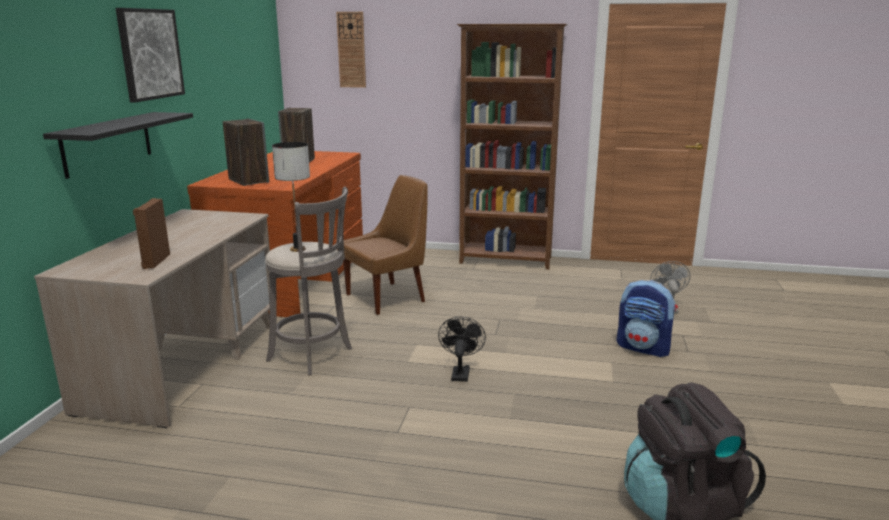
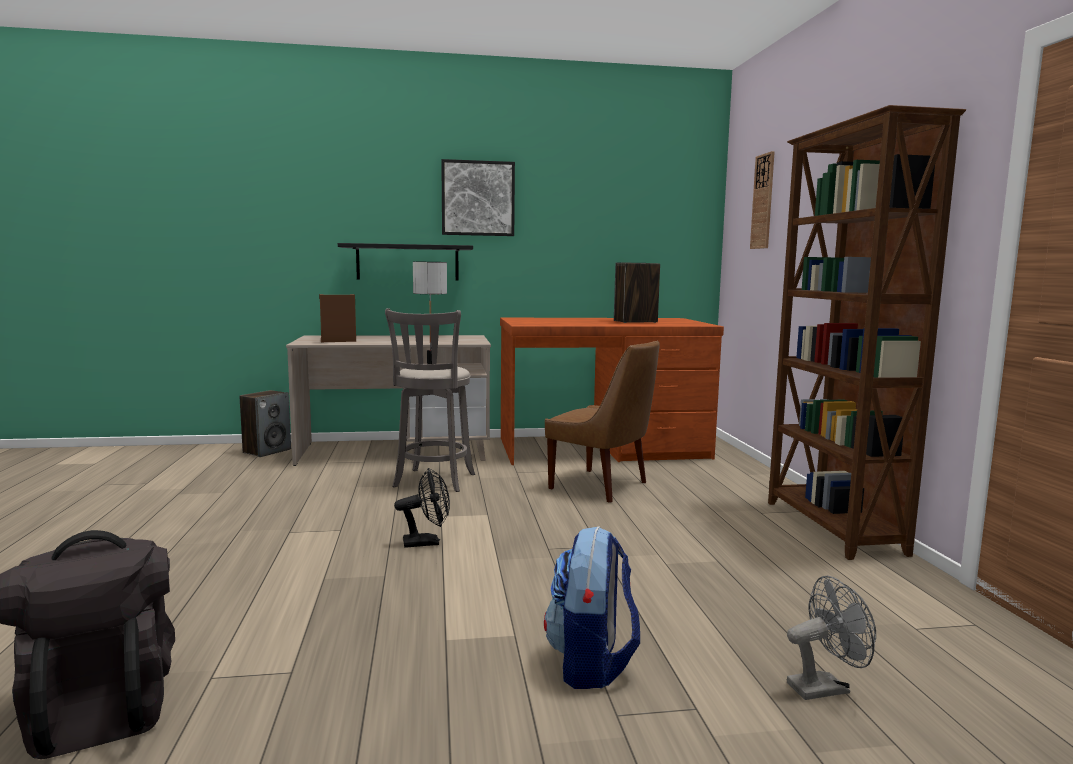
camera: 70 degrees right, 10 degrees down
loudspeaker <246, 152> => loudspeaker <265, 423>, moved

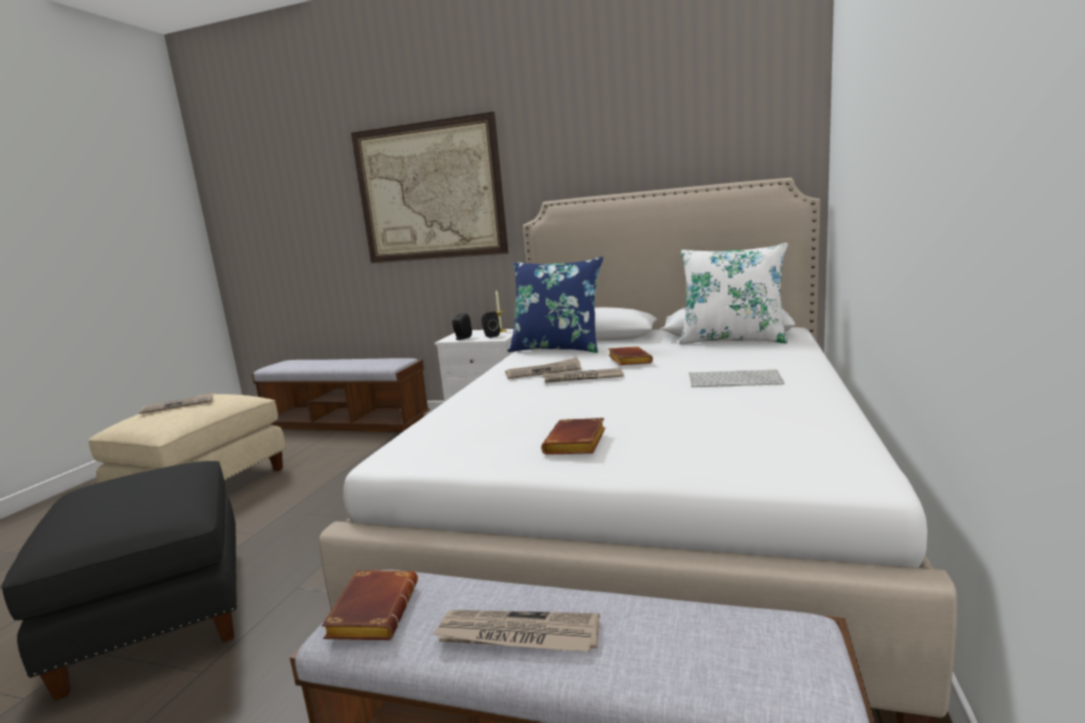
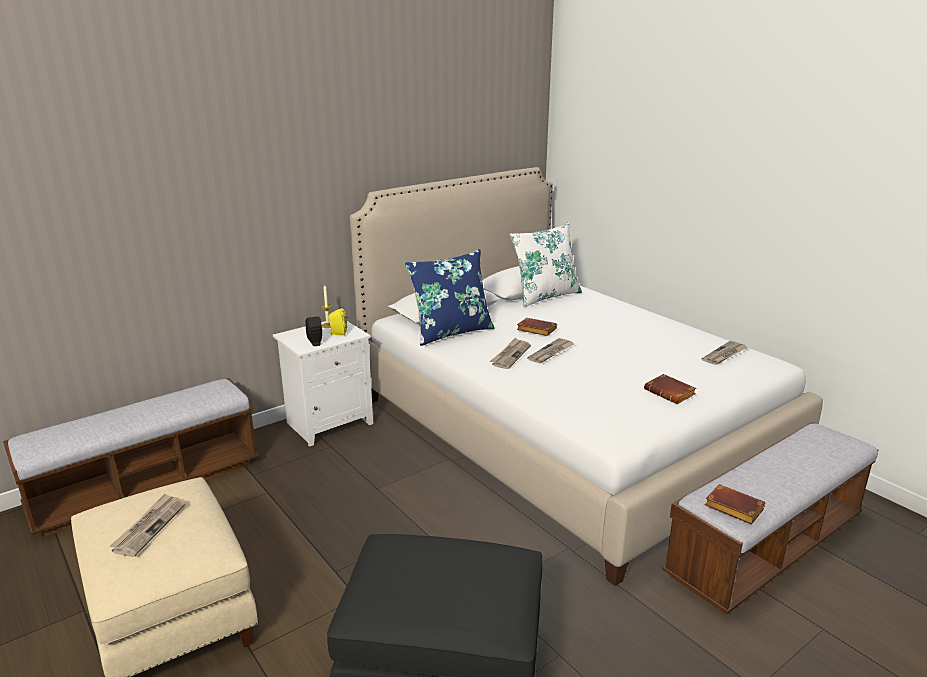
camera: 55 degrees left, 10 degrees up
wall art <429, 187> => nothing
daily paper <516, 631> => daily paper <725, 353>, moved
blackish loudspeaker <490, 324> => yellow loudspeaker <337, 322>
keyboard <736, 378> => nothing

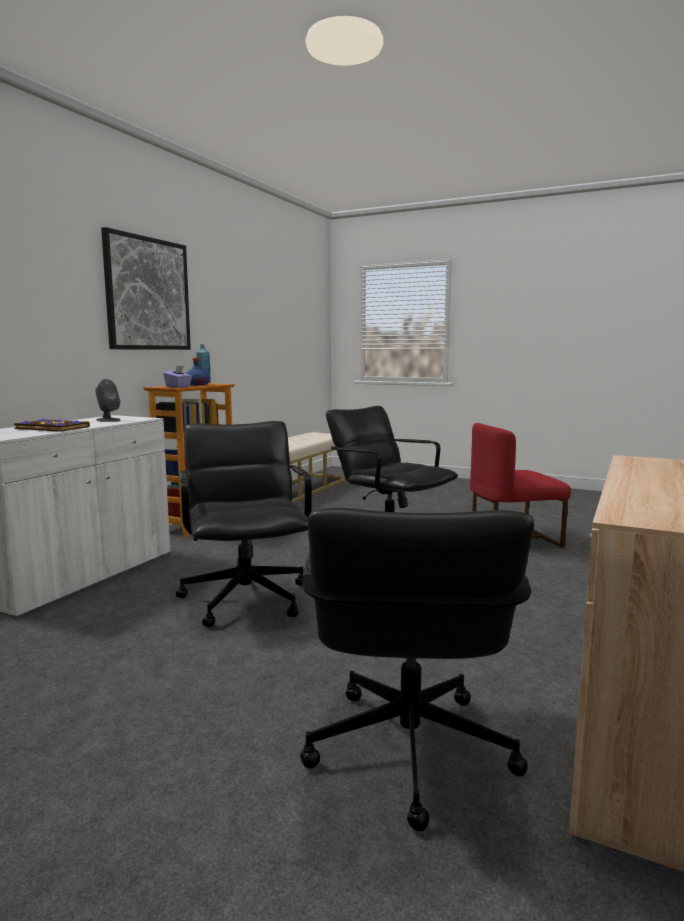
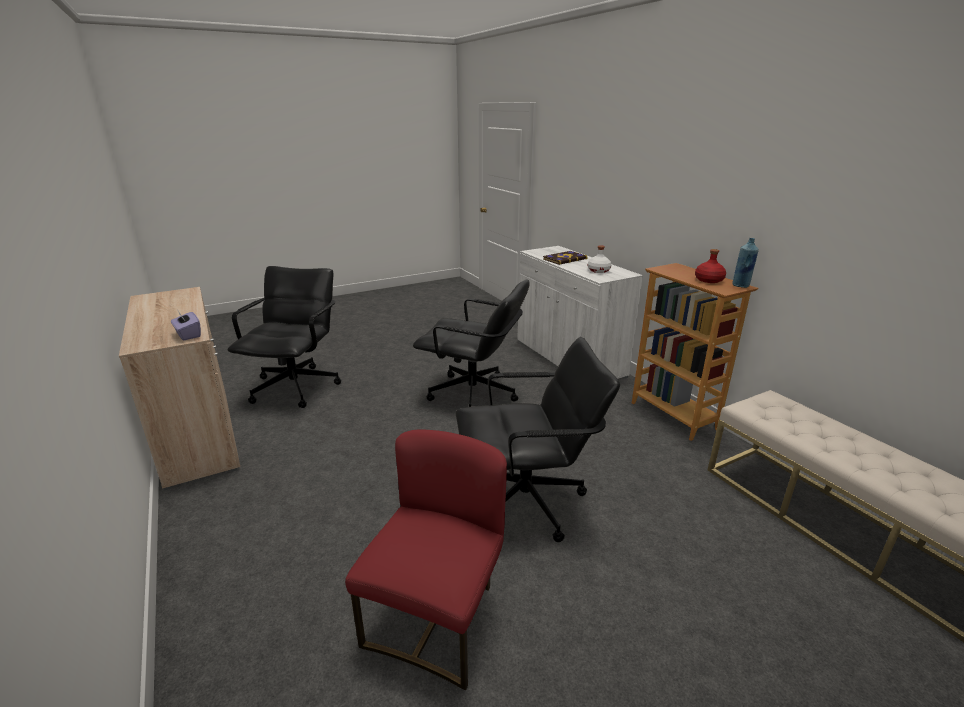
camera: 125 degrees right, 15 degrees up
grey loudspeaker <108, 400> => whitish drink bottle <599, 259>
wall art <146, 288> => nothing
purple-coloured box of tissues <177, 377> => purple-coloured box of tissues <186, 326>, moved
blue drink bottle <198, 371> => red-coloured drink bottle <710, 266>
blackish office chair <417, 669> => blackish office chair <284, 337>, 60 degrees clockwise

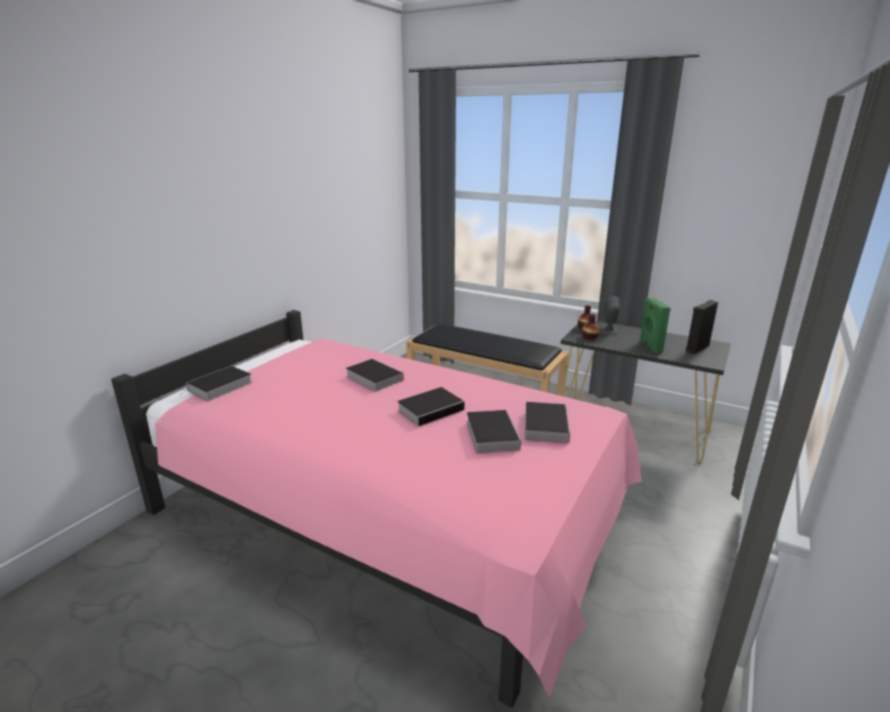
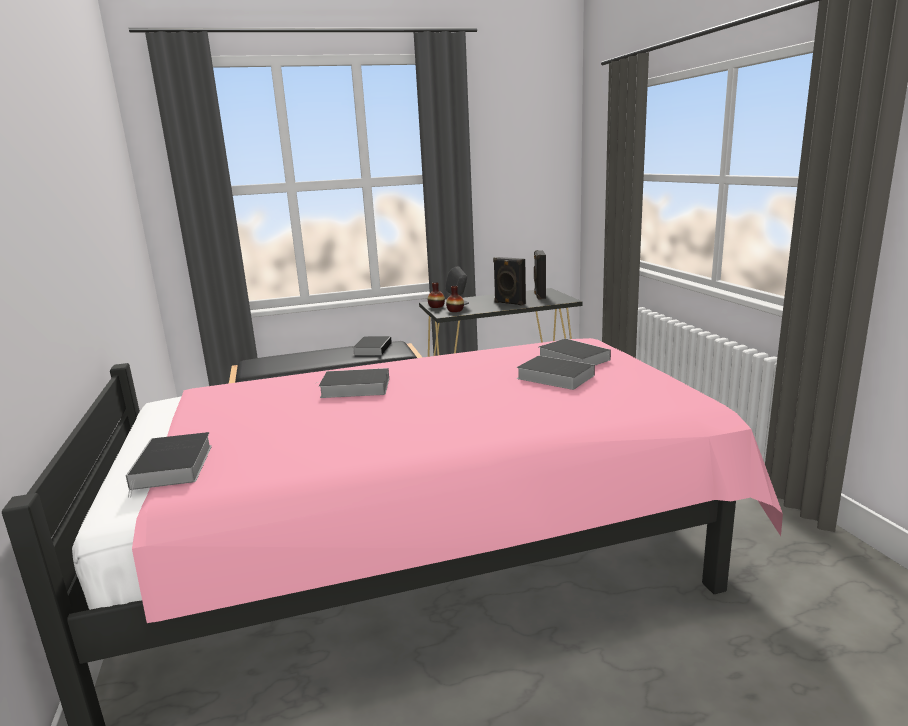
camera: 45 degrees left, 5 degrees down
book <430, 407> => book <372, 345>, moved
greenish loudspeaker <655, 325> => blackish loudspeaker <509, 281>

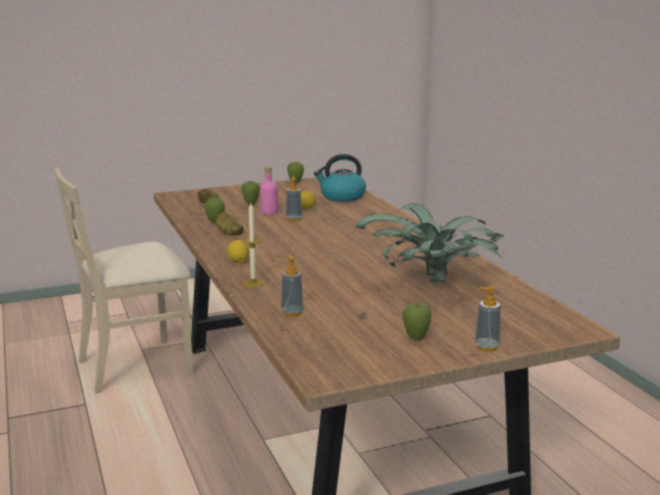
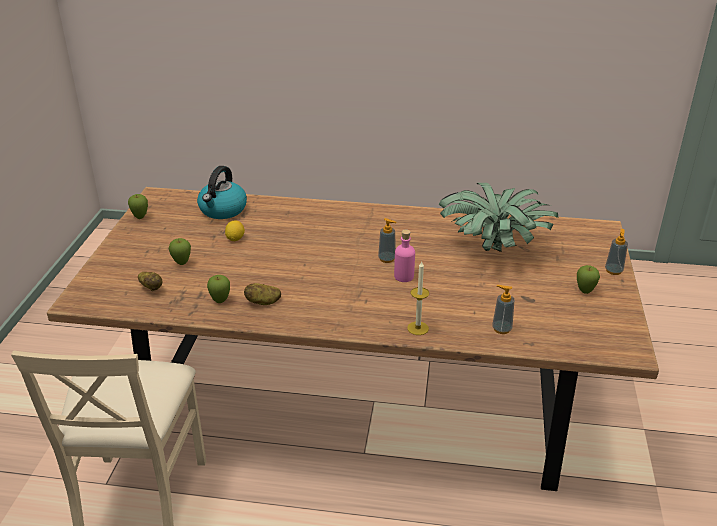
camera: 60 degrees left, 15 degrees up
lemon <238, 251> => nothing
pink-coloured drink bottle <269, 190> => pink-coloured drink bottle <404, 256>, moved
soap bottle <294, 199> => soap bottle <387, 240>, moved

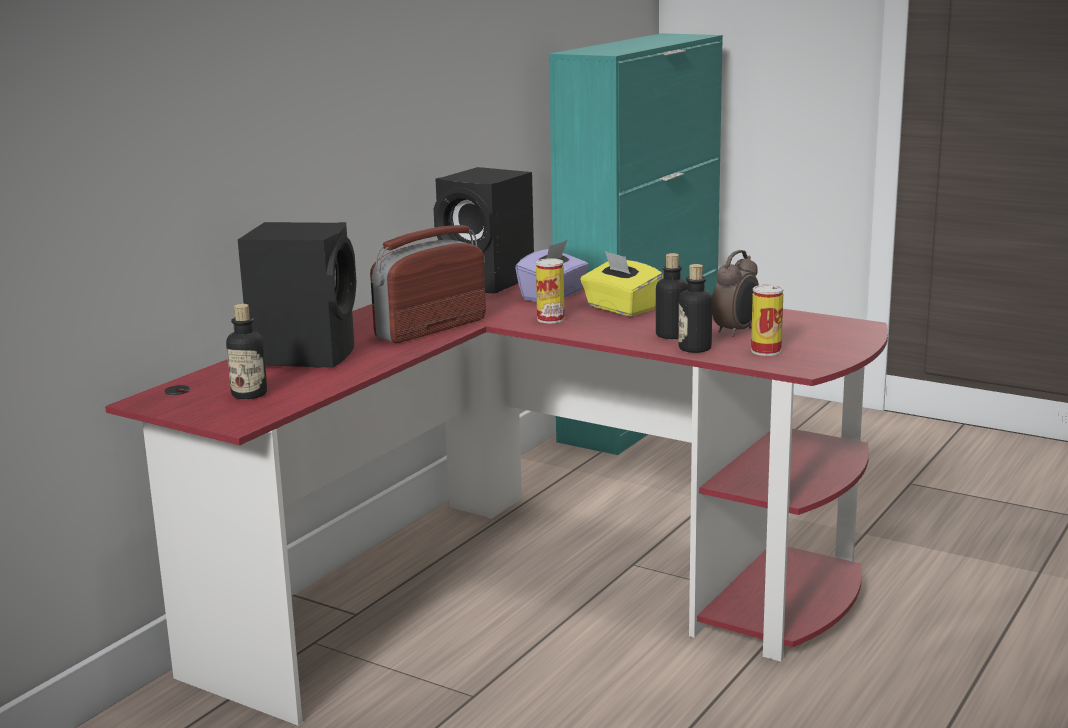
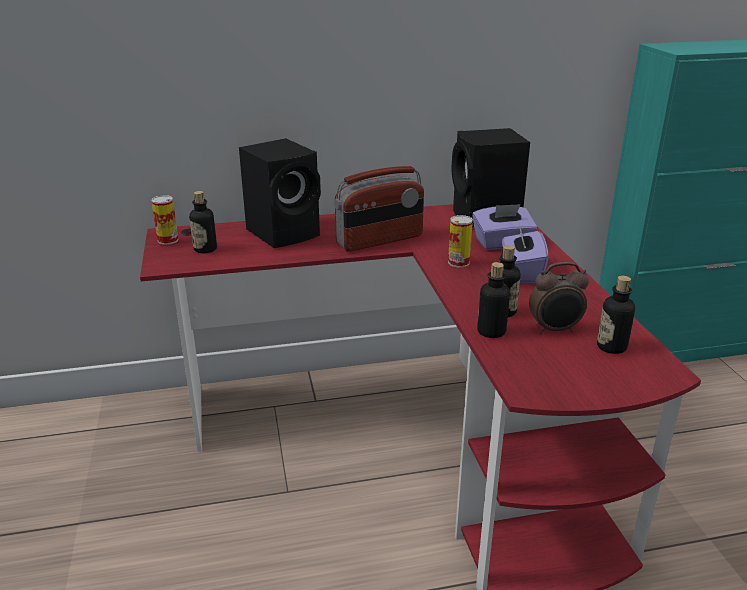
camera: 45 degrees right, 10 degrees up
radio receiver <428, 284> => radio receiver <379, 208>, 150 degrees clockwise
yellow box of tissues <621, 283> => purple-coloured box of tissues <525, 253>
can <767, 320> => can <165, 220>, moved
nothing => drink bottle <616, 315>

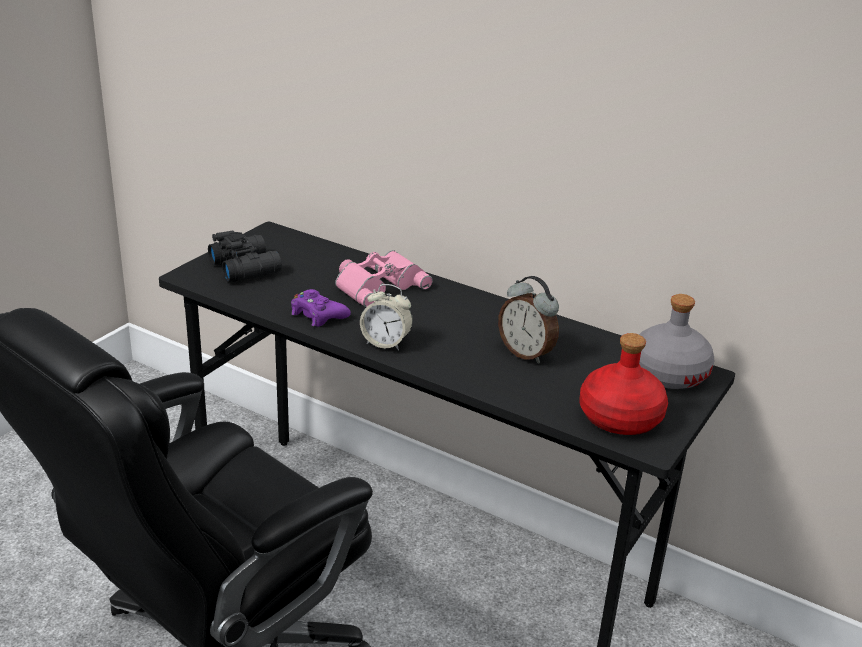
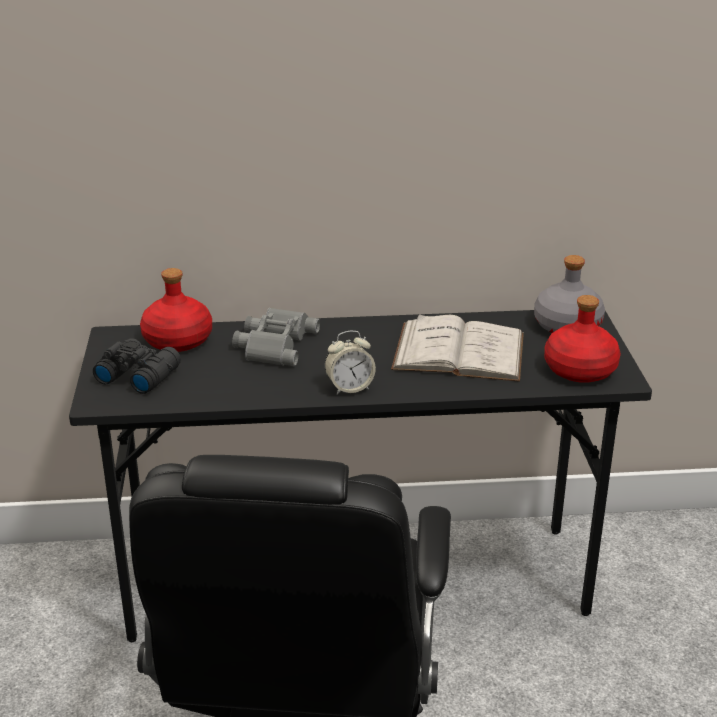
camera: 35 degrees left, 0 degrees up
purple-coloured joypad <321, 308> => nothing
pink-coloured pair of binoculars <384, 278> => grey pair of binoculars <276, 337>
bedside clock <528, 320> => whitish book <457, 348>
nothing => red-coloured drink bottle <176, 310>

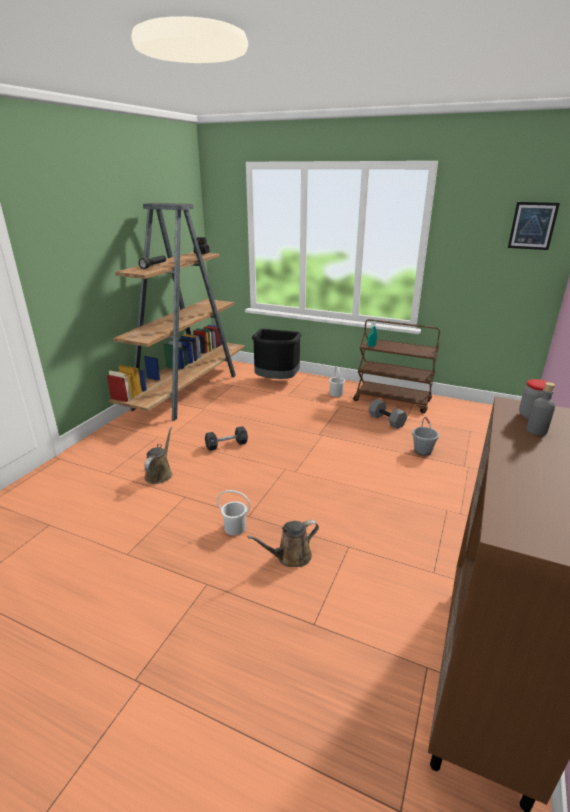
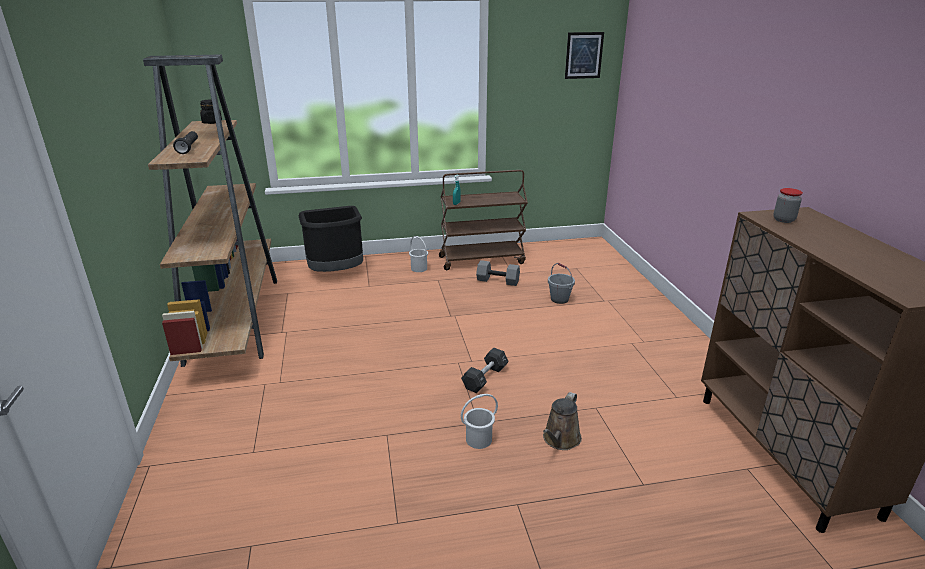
camera: 35 degrees left, 0 degrees up
brownish sprinkling can <158, 455> => nothing
blackish dumbbell <226, 438> => blackish dumbbell <485, 370>, moved
grey drink bottle <540, 408> => nothing

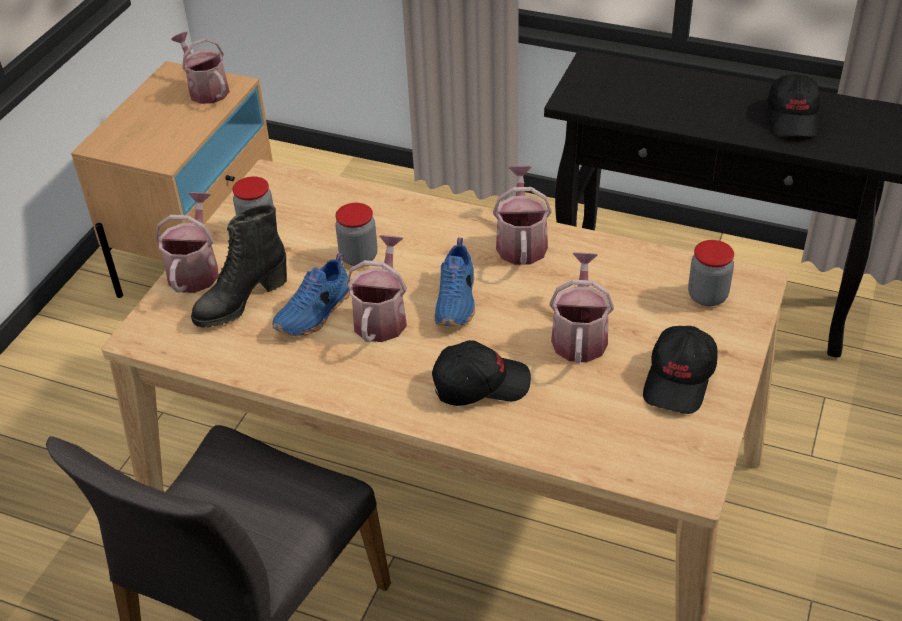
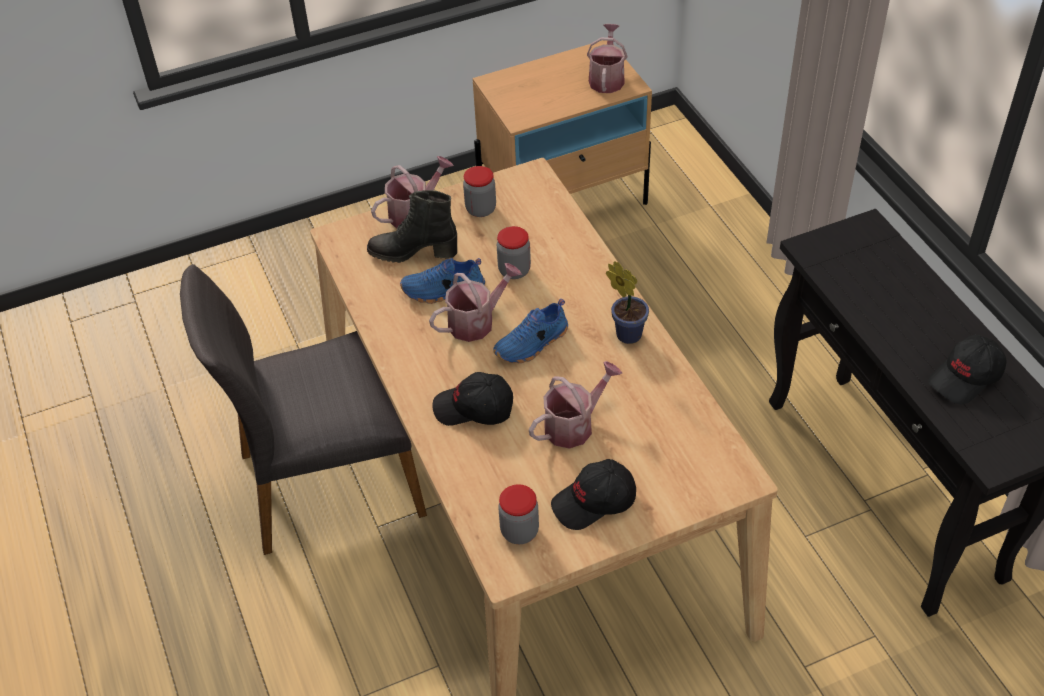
camera: 45 degrees right, 5 degrees up
blackish cap <481, 373> => blackish cap <472, 399>, 150 degrees clockwise
sprinkling can <522, 215> => houseplant <627, 302>
preserve jar <711, 273> => preserve jar <518, 514>, moved

